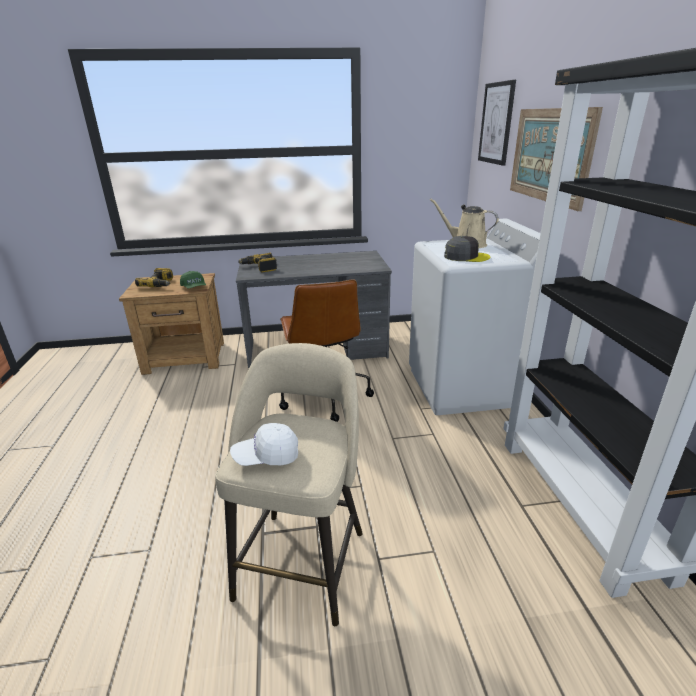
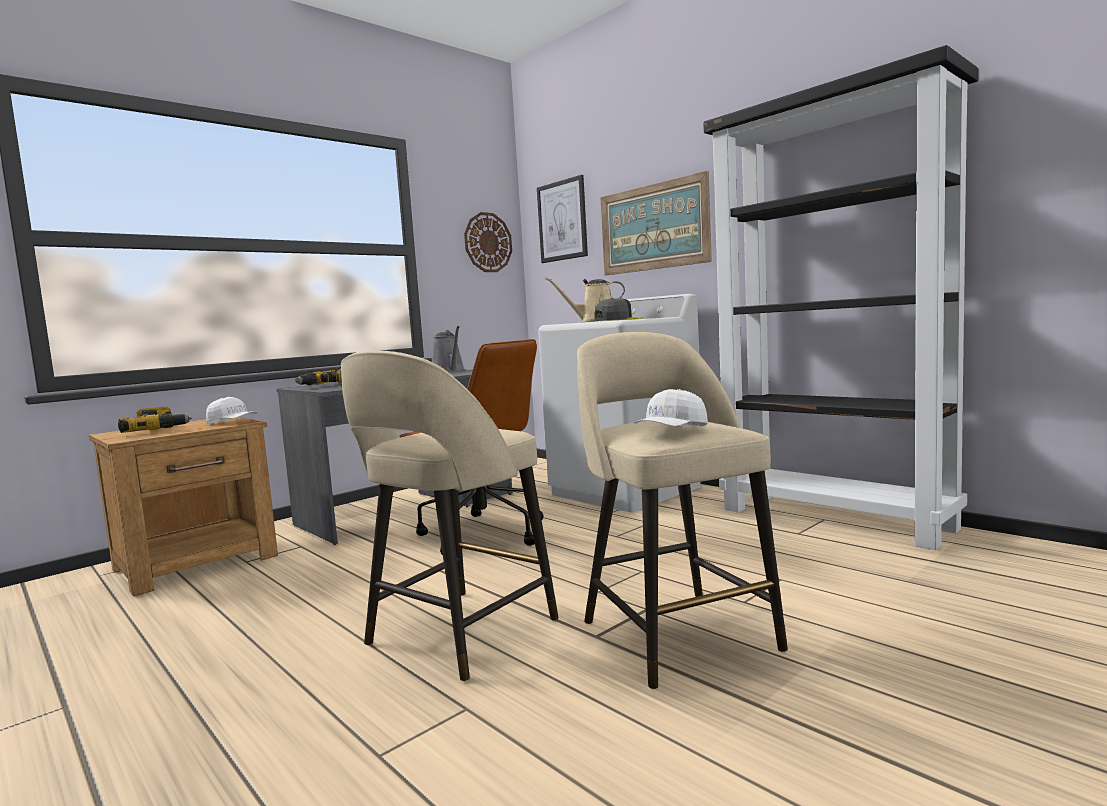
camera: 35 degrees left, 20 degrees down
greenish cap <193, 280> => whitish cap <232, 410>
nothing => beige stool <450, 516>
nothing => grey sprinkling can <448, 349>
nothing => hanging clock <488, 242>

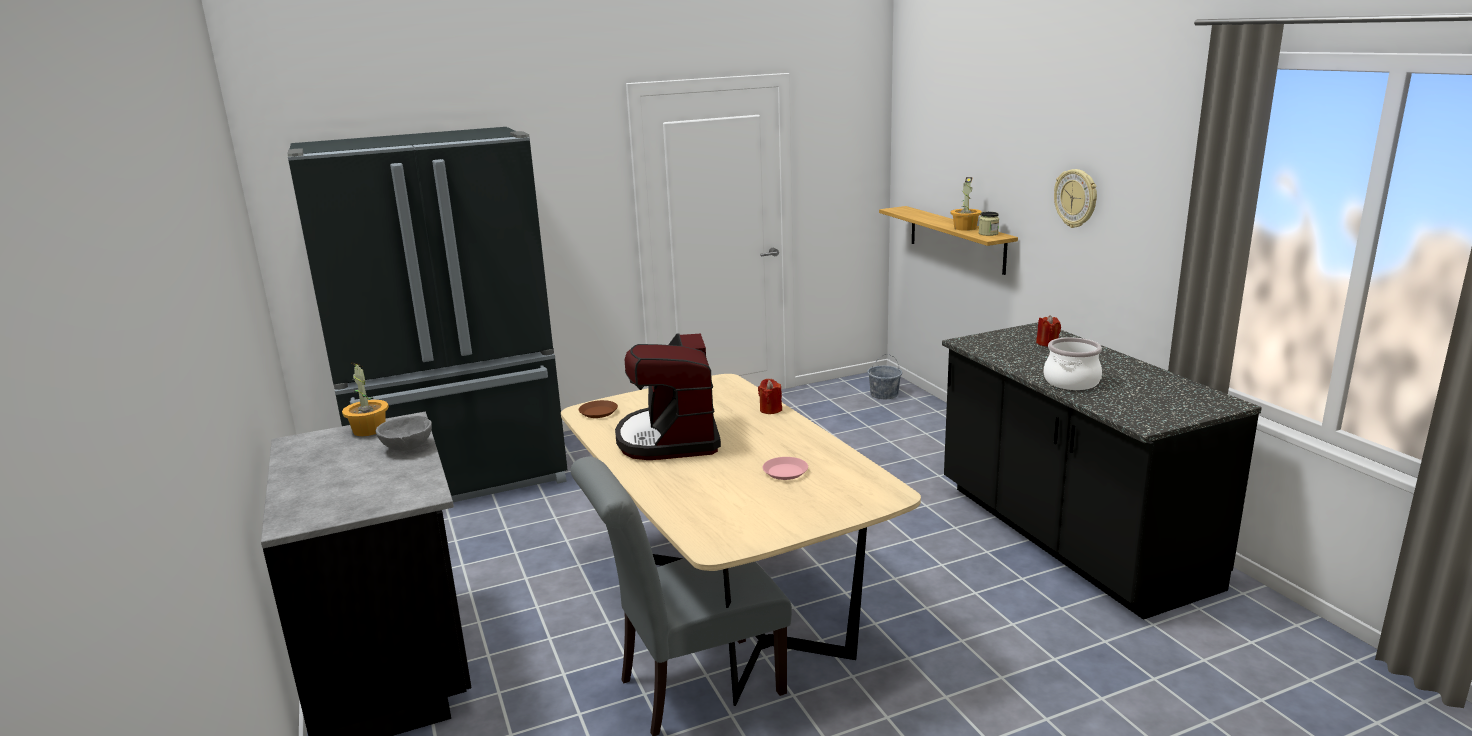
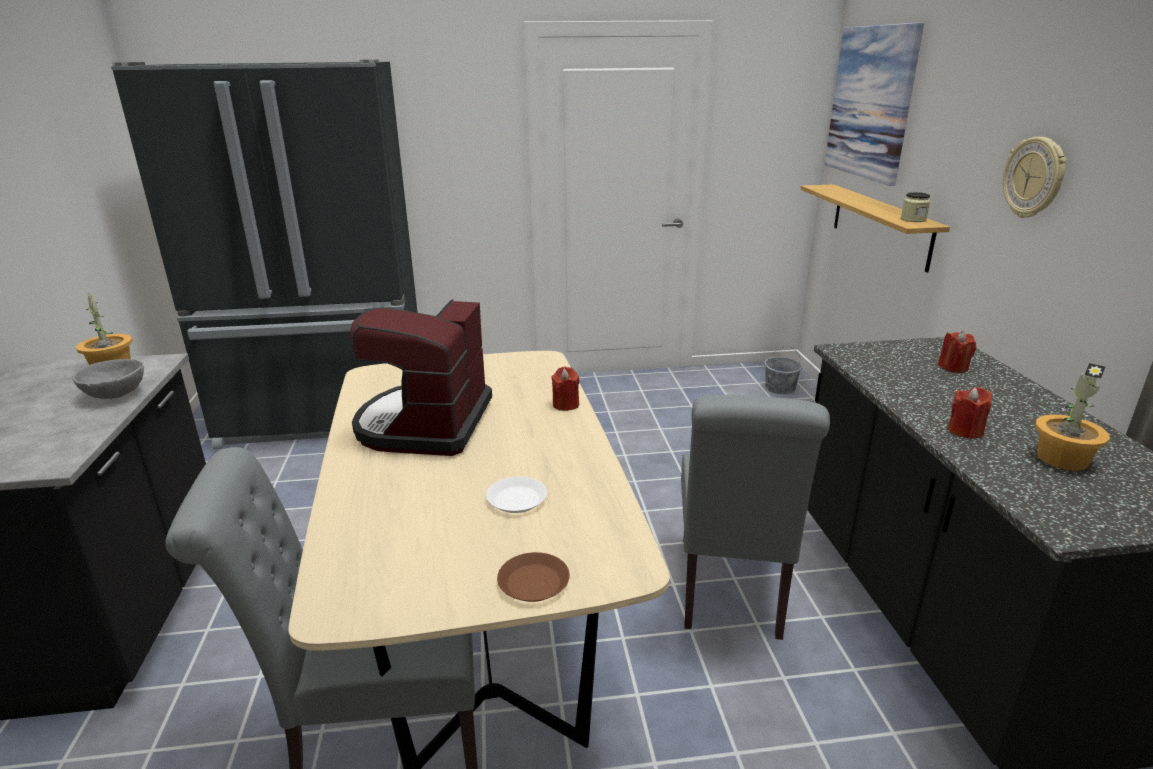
camera: 15 degrees right, 5 degrees up
brownish dinner plate <598, 409> => brownish dinner plate <533, 577>, moved
pink-coloured dinner plate <785, 468> => whitish dinner plate <516, 495>
houseplant <966, 204> => houseplant <1072, 417>, moved
saucepot <1073, 363> => red-coloured wax candle <970, 413>
nothing => grey chair <755, 517>
nothing => wall art <874, 104>

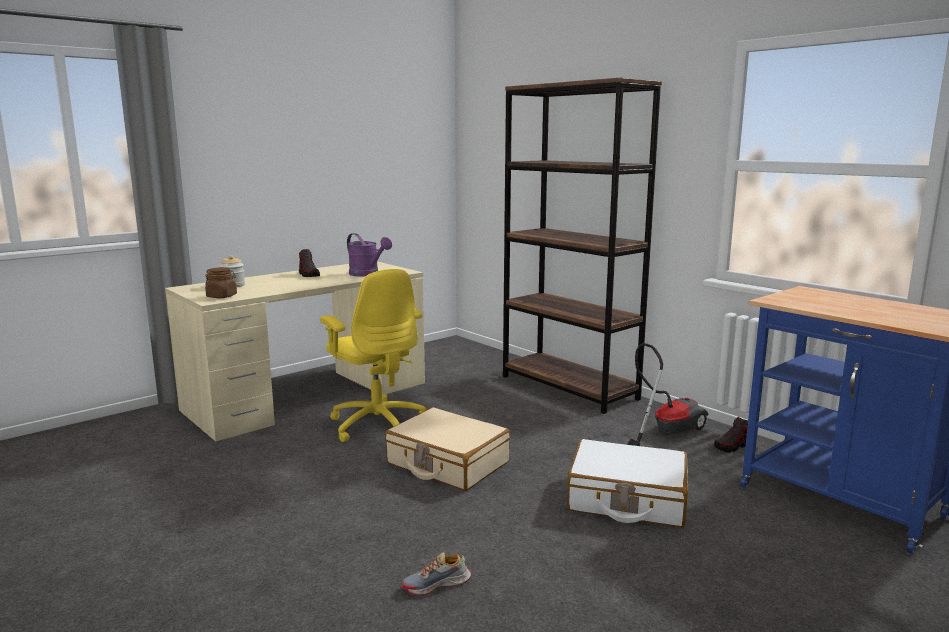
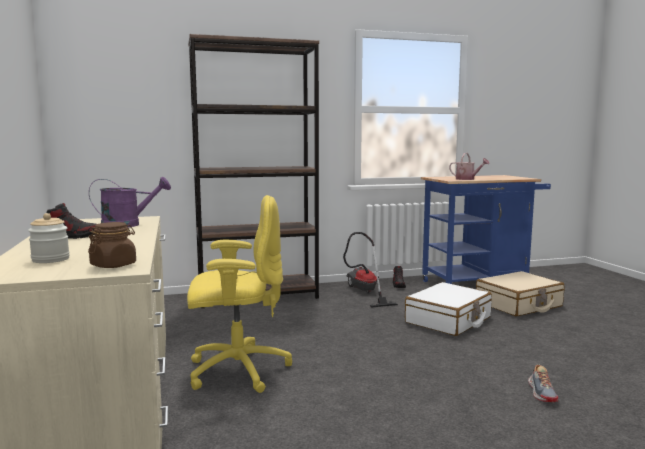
camera: 65 degrees left, 5 degrees down
beige piece of luggage <447, 449> => beige piece of luggage <520, 293>, moved
nothing => sprinkling can <469, 166>

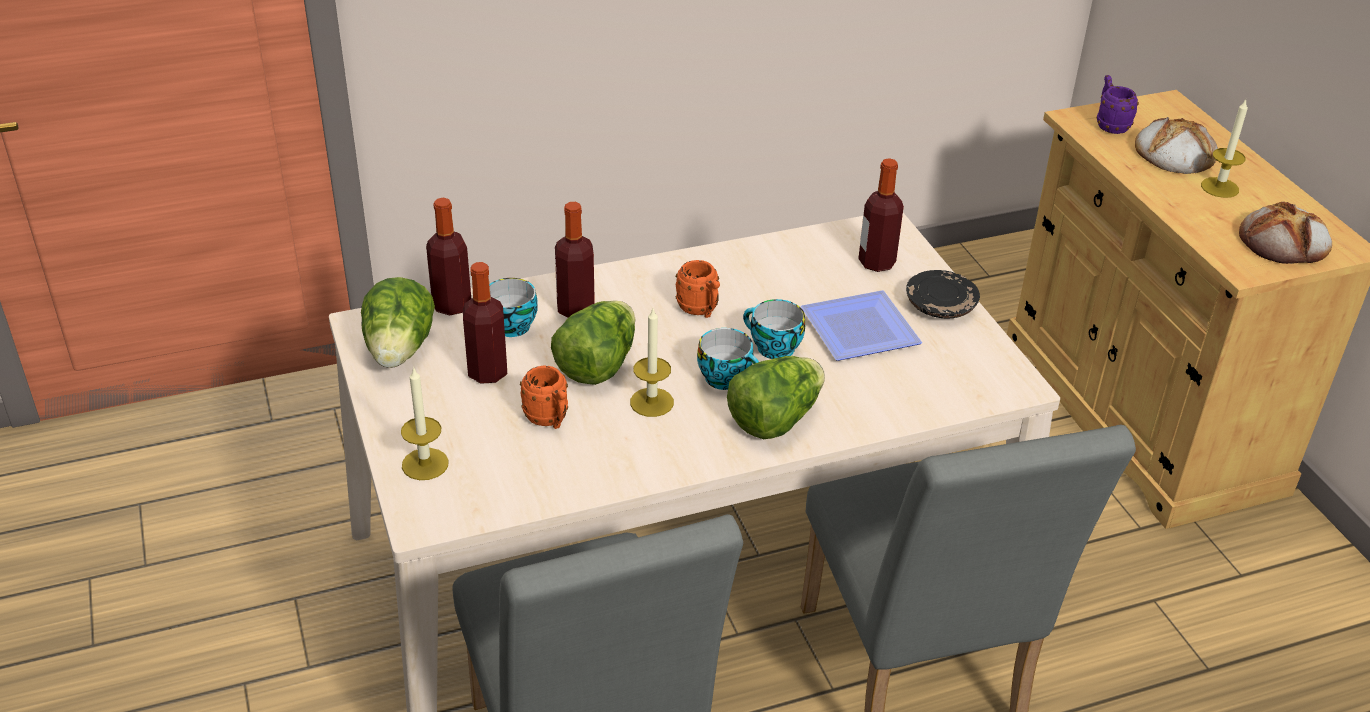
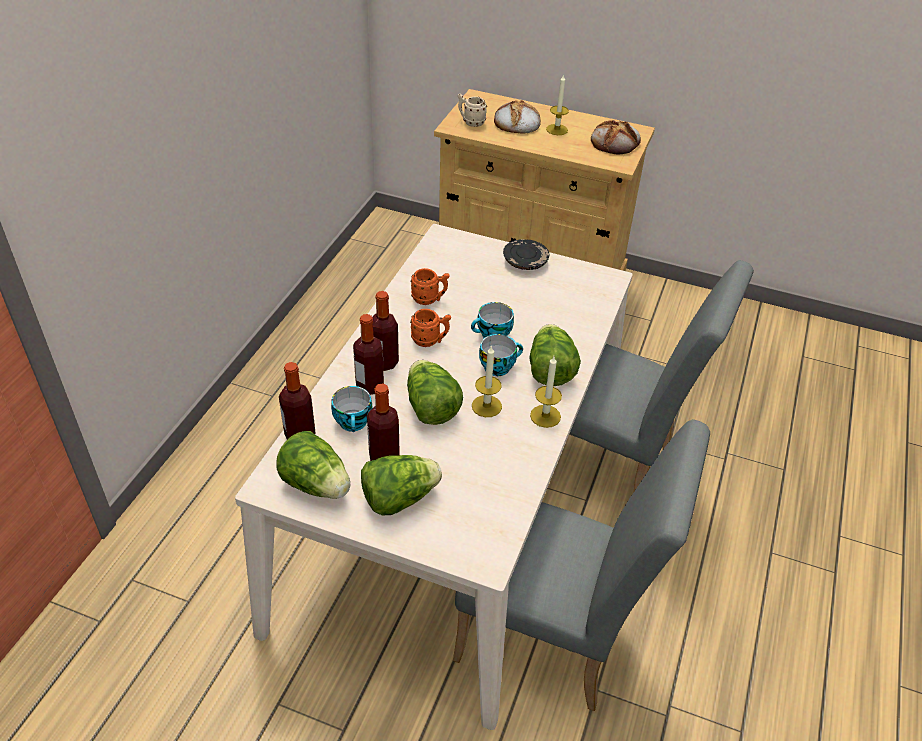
camera: 50 degrees left, 5 degrees up
wax candle <425, 423> => wax candle <546, 392>, moved
orangey mug <544, 397> => orangey mug <430, 286>, moved
dinner plate <861, 325> => nothing
drink bottle <881, 215> => drink bottle <385, 331>, moved
purple-coloured mug <1118, 104> => beige mug <472, 110>
nothing => head of lettuce <401, 485>

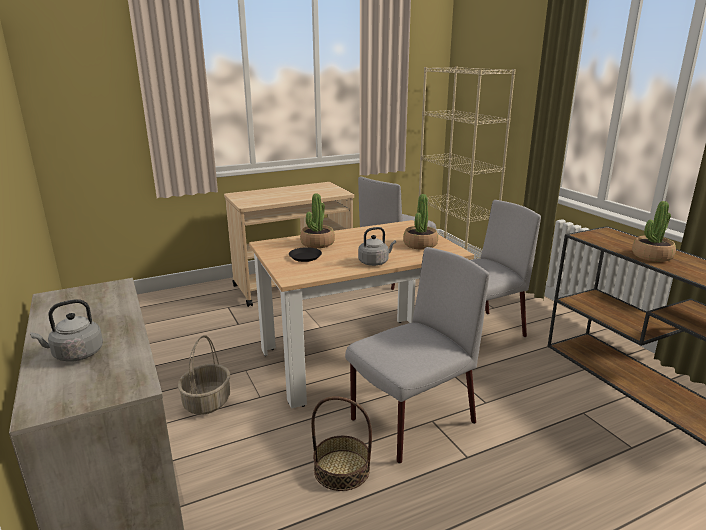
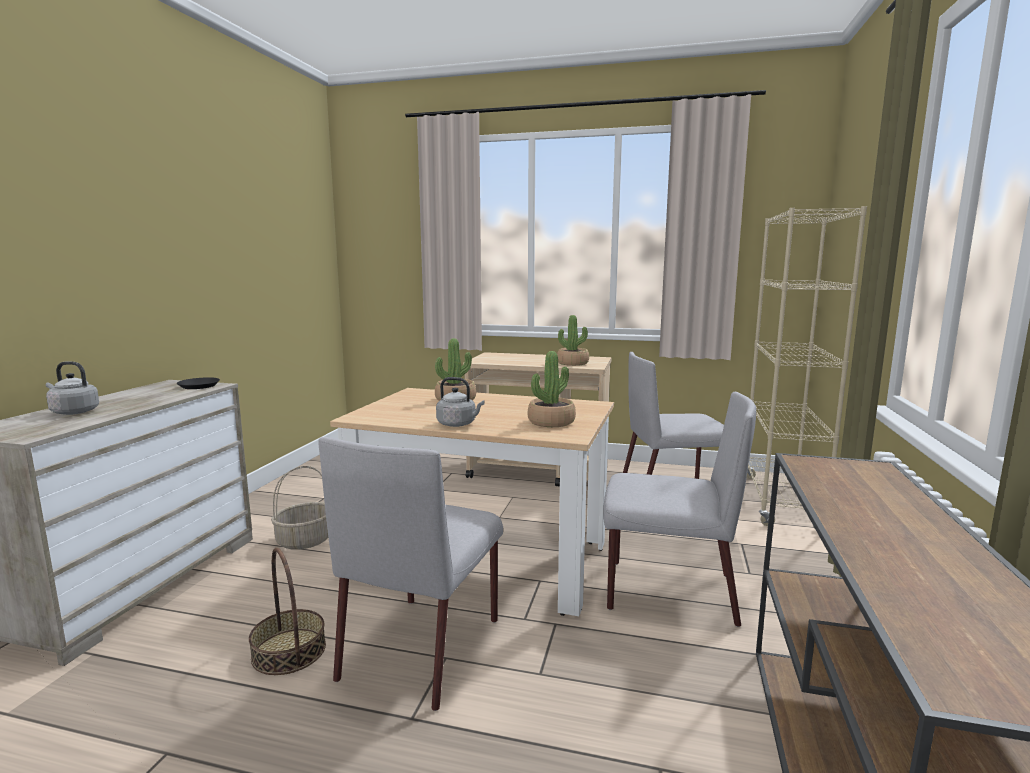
camera: 40 degrees right, 10 degrees down
blackish dinner plate <305, 254> => blackish dinner plate <198, 383>, moved
grey chair <417, 355> => grey chair <410, 574>, 105 degrees clockwise
houseplant <654, 231> => houseplant <573, 340>, moved

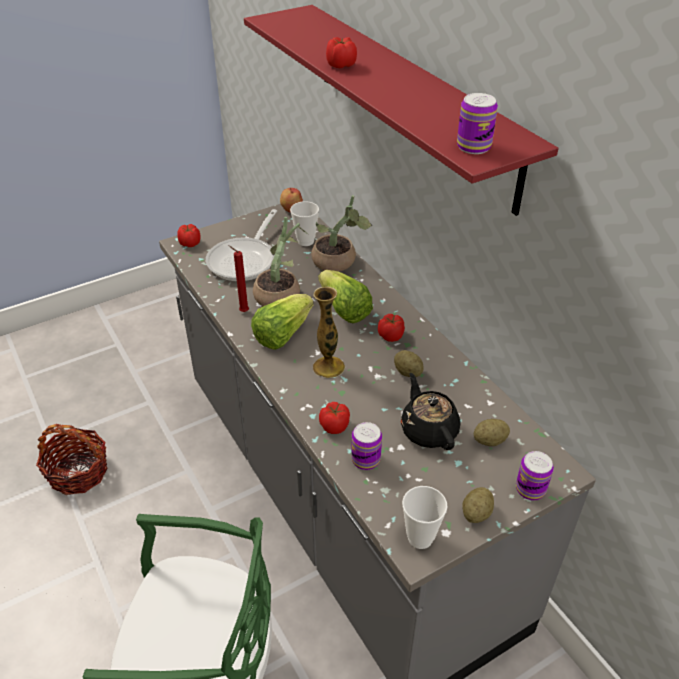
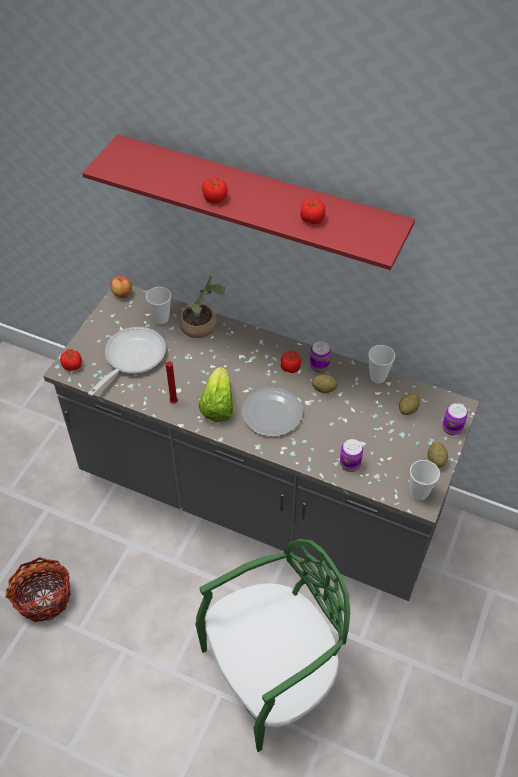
camera: 35 degrees left, 10 degrees up
skillet <241, 245> => skillet <127, 361>, 135 degrees counterclockwise
houseplant <280, 261> => nothing
vase <329, 332> => dinner plate <272, 412>
head of lettuce <345, 296> => nothing
whole tomato <334, 418> => whole tomato <312, 210>, moved
blackish teapot <430, 411> => nothing
can <477, 123> => can <320, 357>, moved
nothing => drinking cup <381, 364>

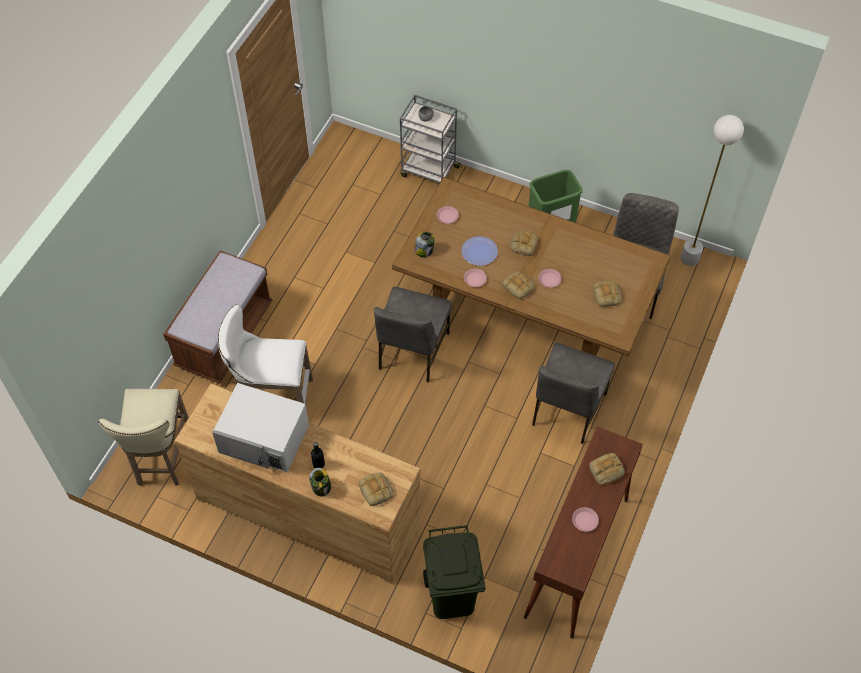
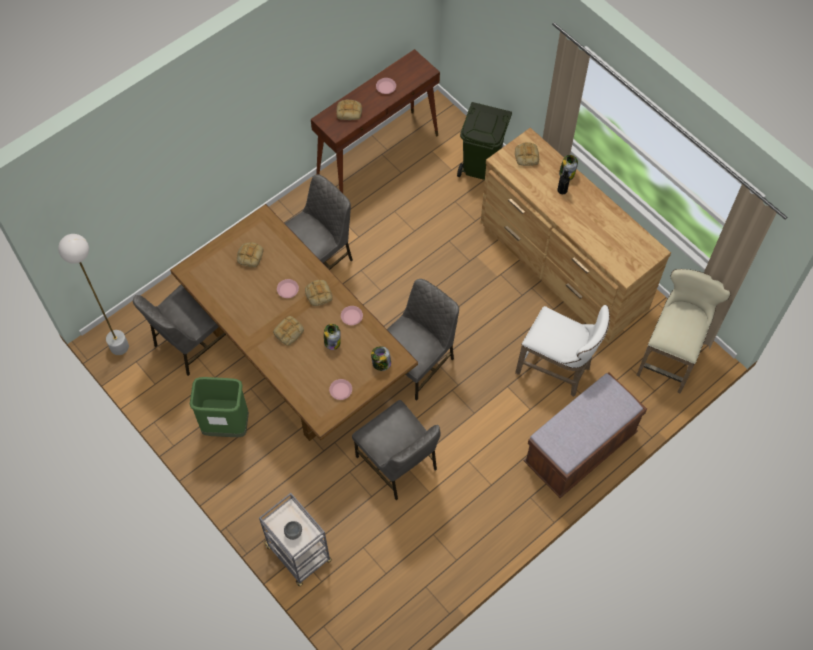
camera: 155 degrees left, 5 degrees up
whitish kitchen microwave <260, 427> => nothing
dinner plate <479, 251> => preserve jar <332, 337>
nothing => grey chair <396, 450>

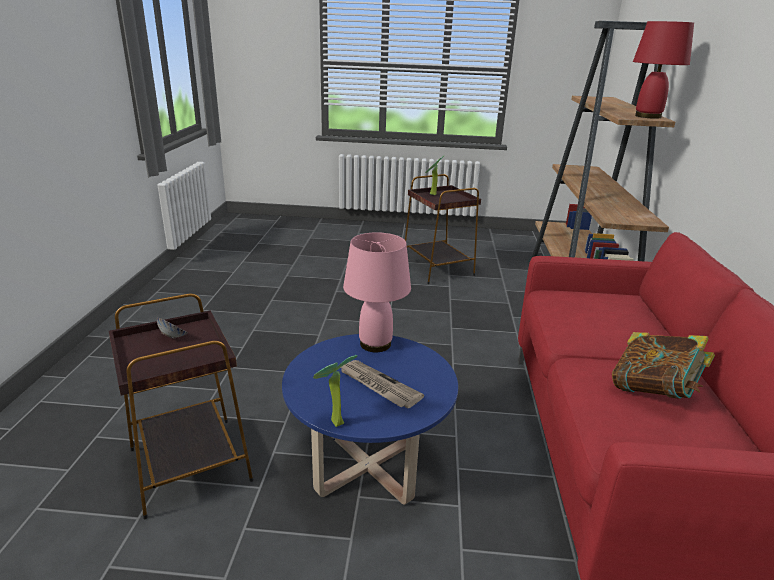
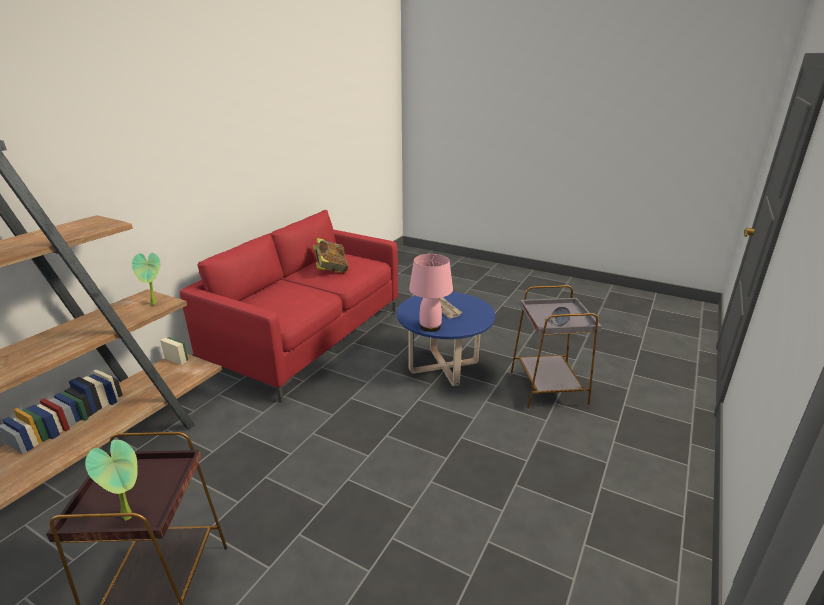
camera: 155 degrees left, 0 degrees up
brownish side table <181, 406> => grey side table <555, 348>
houseplant <335, 391> => houseplant <146, 279>, moved
red-coloured lamp for a table <663, 70> => nothing

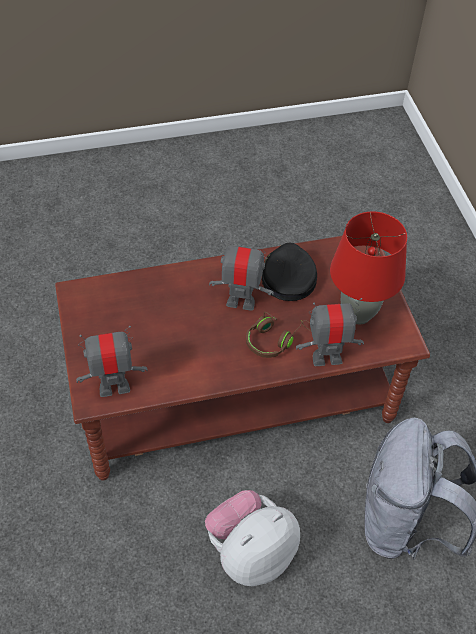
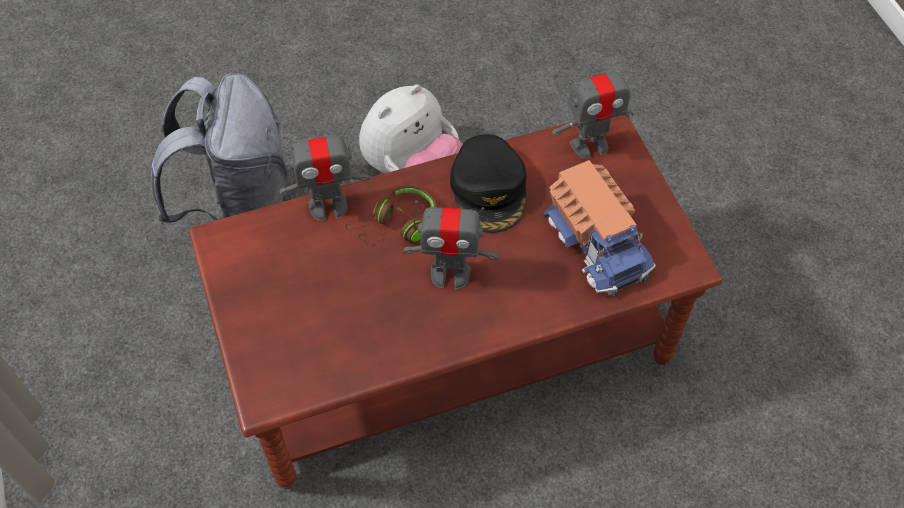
camera: 175 degrees right, 5 degrees up
blackish cap <289, 272> => blackish cap <488, 183>, moved
red-coloured lamp for a table <368, 268> => nothing
nothing => toy lorry <599, 228>

